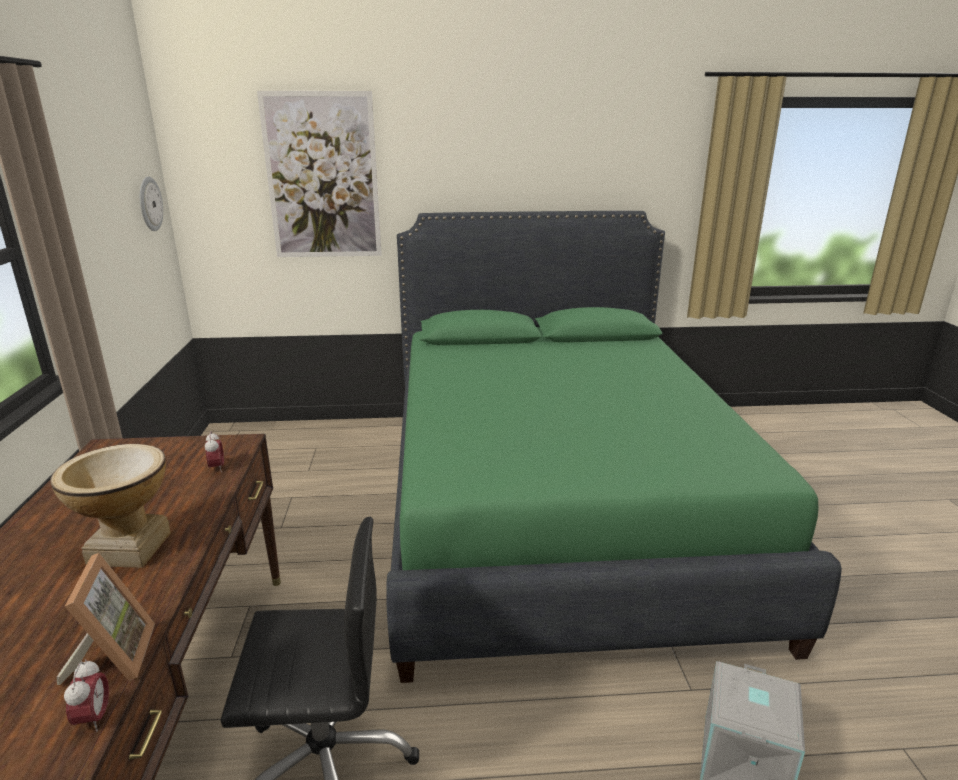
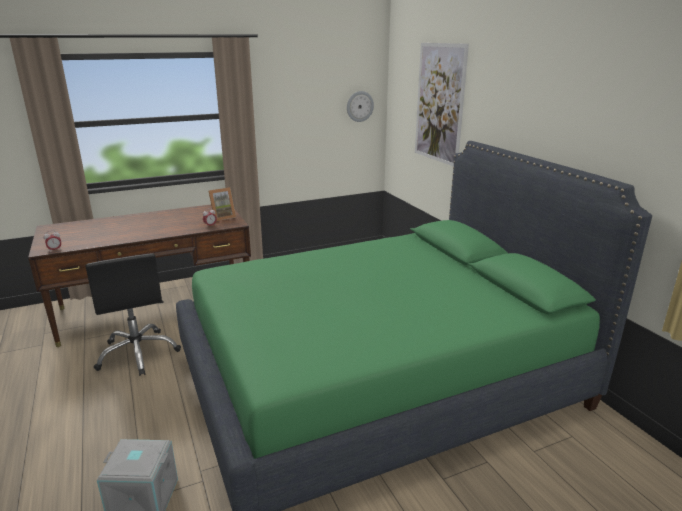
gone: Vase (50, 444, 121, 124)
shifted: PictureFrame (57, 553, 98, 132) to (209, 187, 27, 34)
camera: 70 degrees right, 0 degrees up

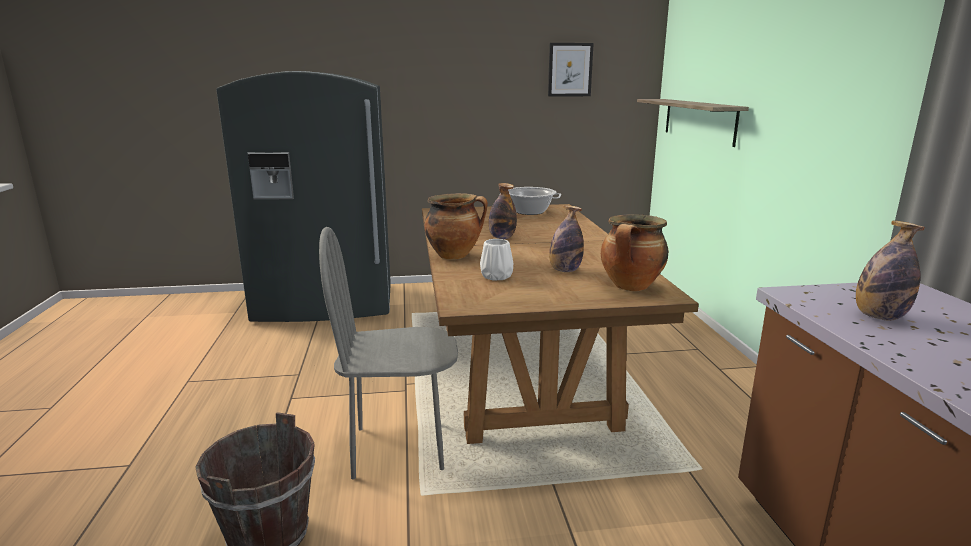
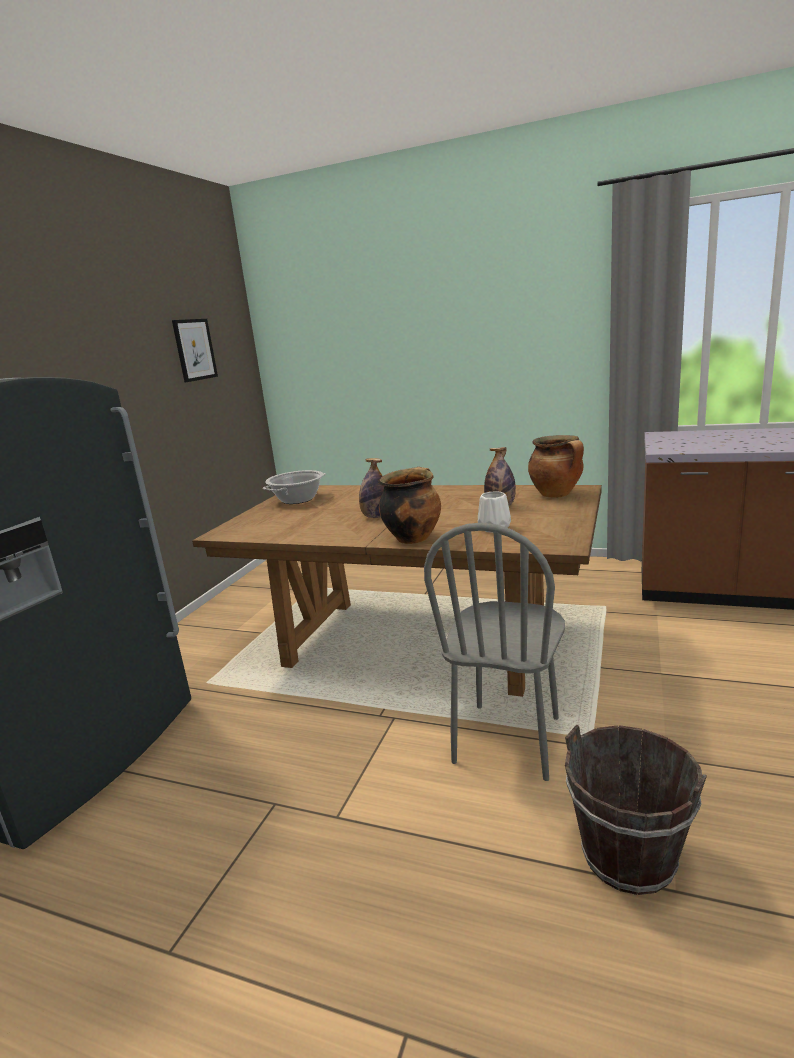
gone: Shelf (637, 99, 112, 48); Bottle (856, 220, 69, 100)
camera: 60 degrees left, 0 degrees up

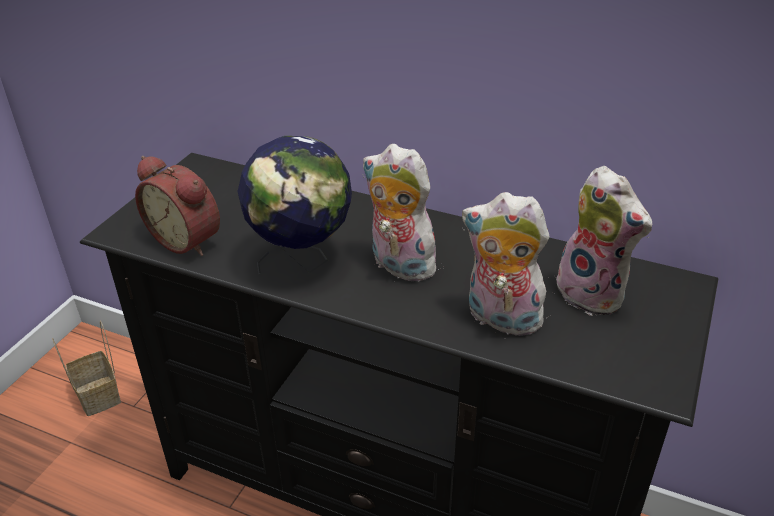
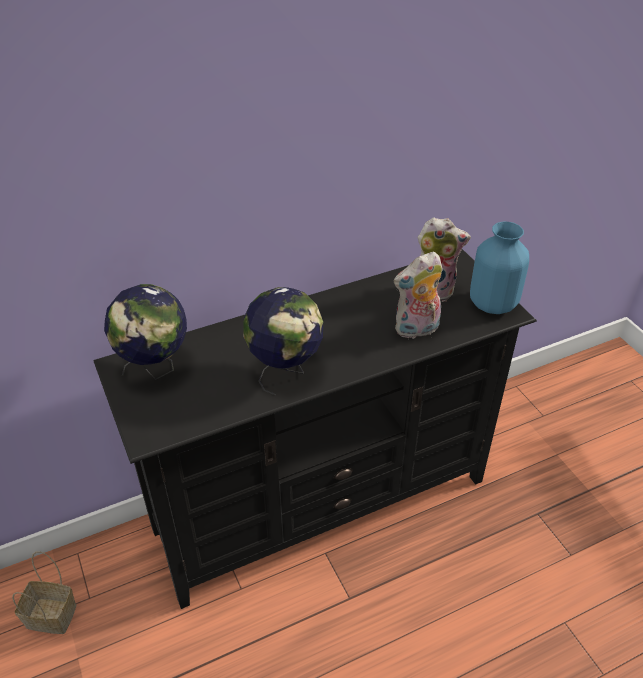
gone: PlushToy (363, 144, 76, 138); AlarmClock (135, 156, 85, 100)
new: BlueVase (470, 221, 59, 93); Globe (104, 284, 83, 96)
camera: 50 degrees left, 5 degrees up

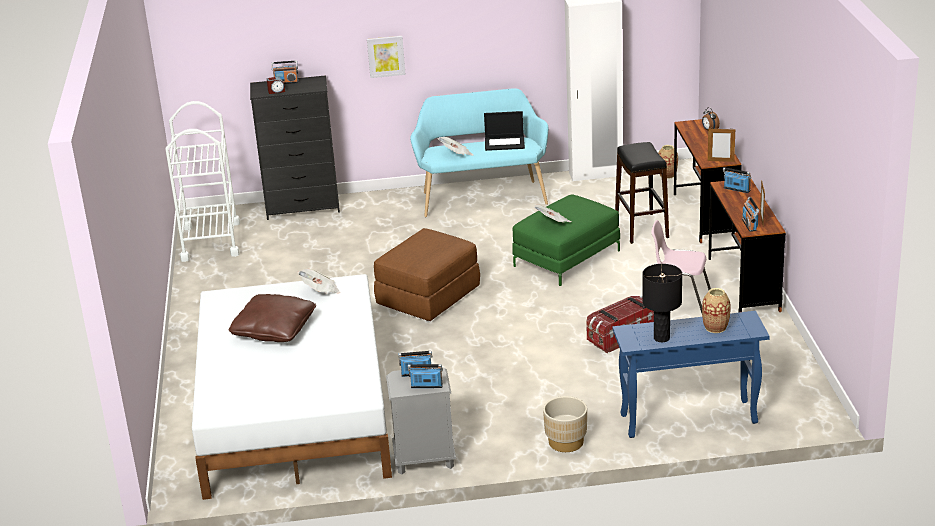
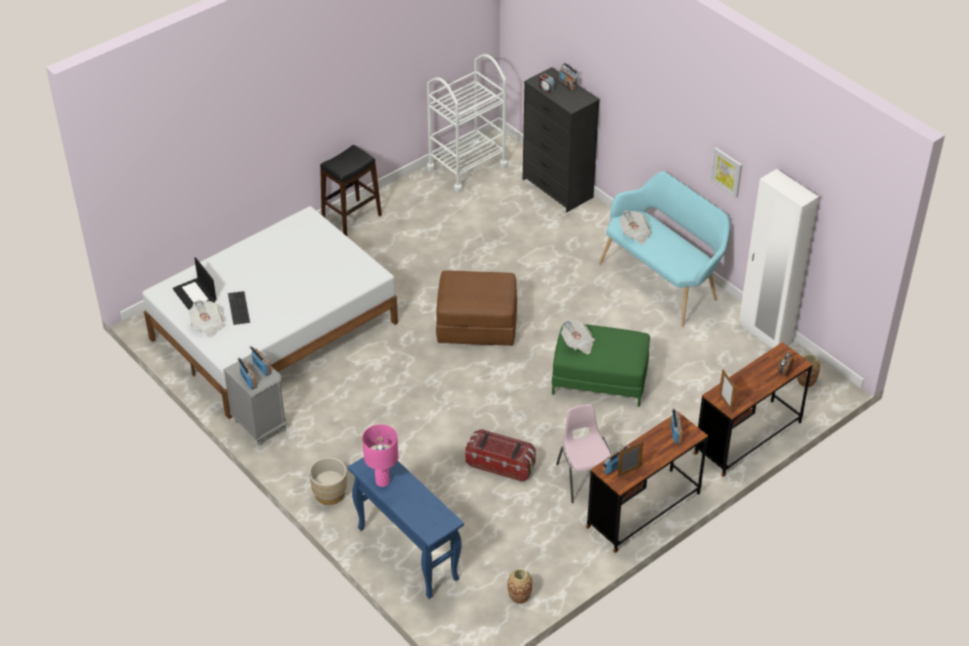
gone: BrownPillow (229, 294, 87, 48)
new: Keyboard (228, 291, 22, 34)
shifted: Picture (367, 36, 39, 42) to (710, 147, 32, 51); Laptop (484, 111, 41, 40) to (173, 257, 43, 53); BlackStool (615, 142, 54, 102) to (320, 145, 62, 91); Newspaper (297, 269, 43, 24) to (188, 300, 37, 38); Vase (702, 288, 29, 45) to (507, 568, 25, 36)
repainted: BlackTableLamp (642, 264, 40, 78) to PinkTableLamp (362, 424, 37, 63)
camera: 55 degrees right, 15 degrees up

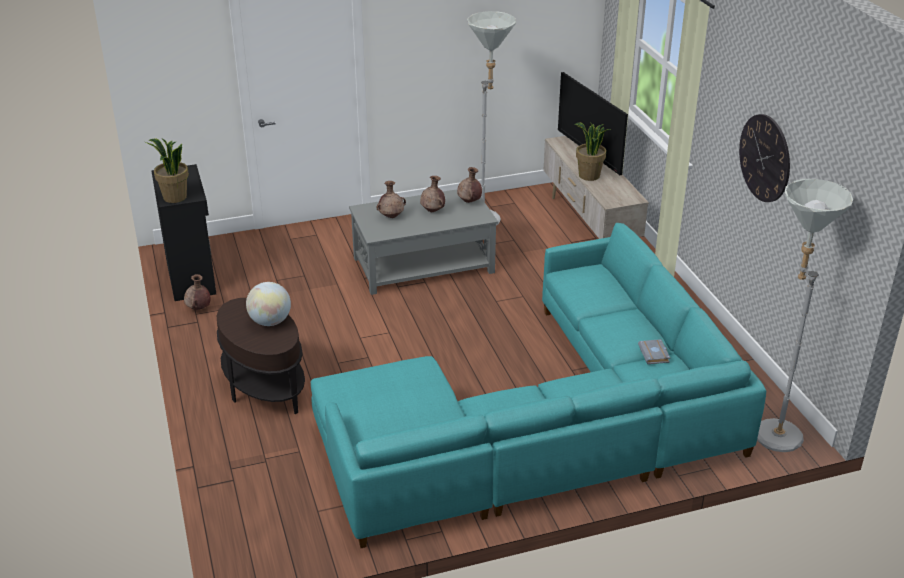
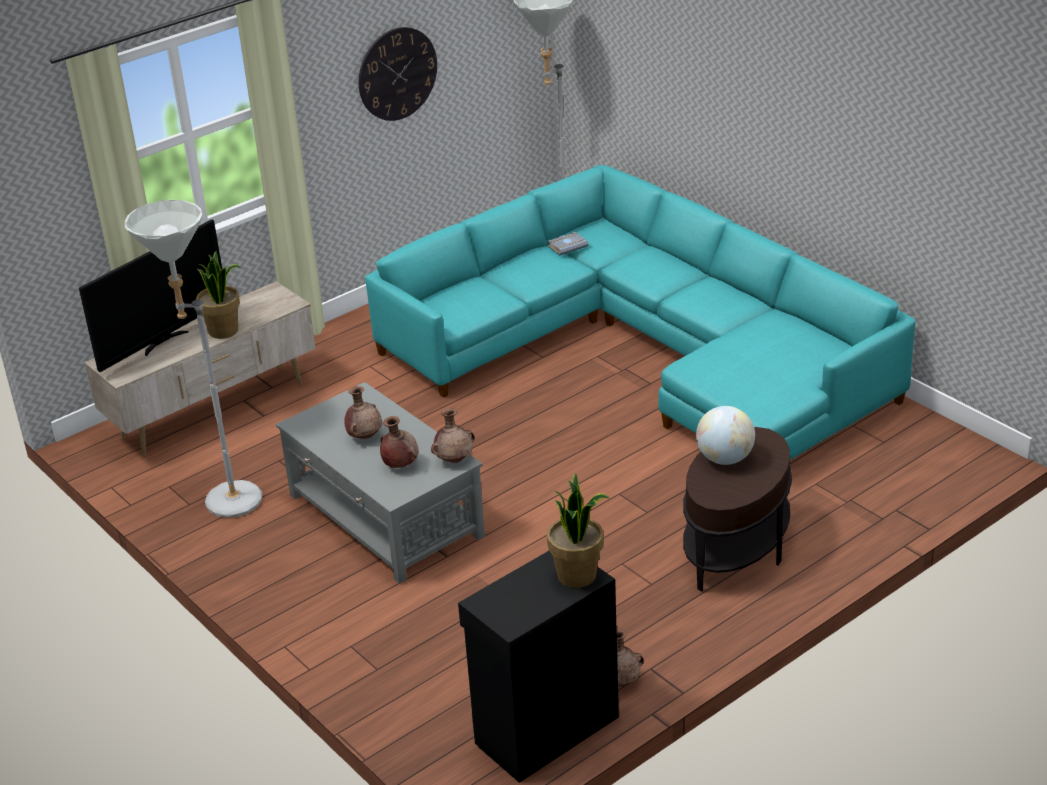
shifted: BrownVase (457, 167, 25, 36) to (431, 408, 44, 55)
camera: 110 degrees left, 0 degrees up

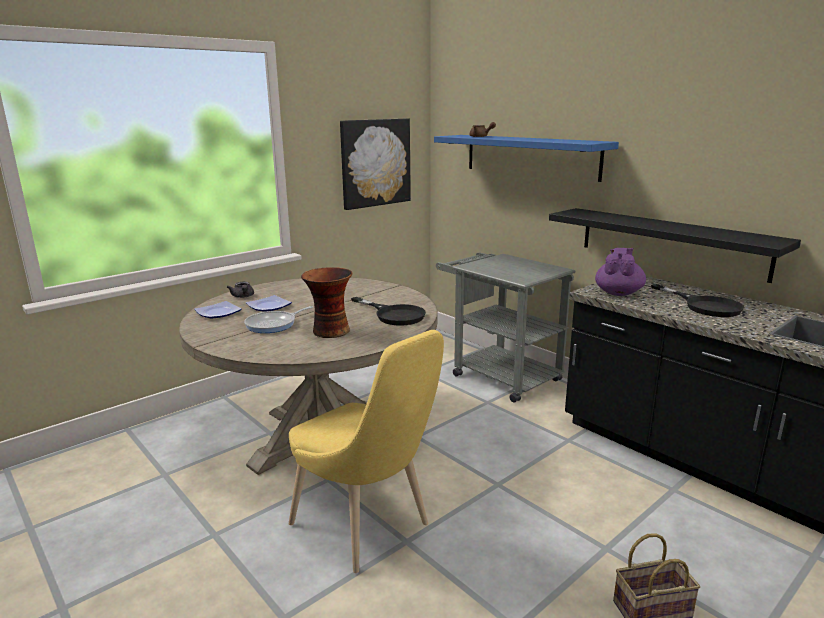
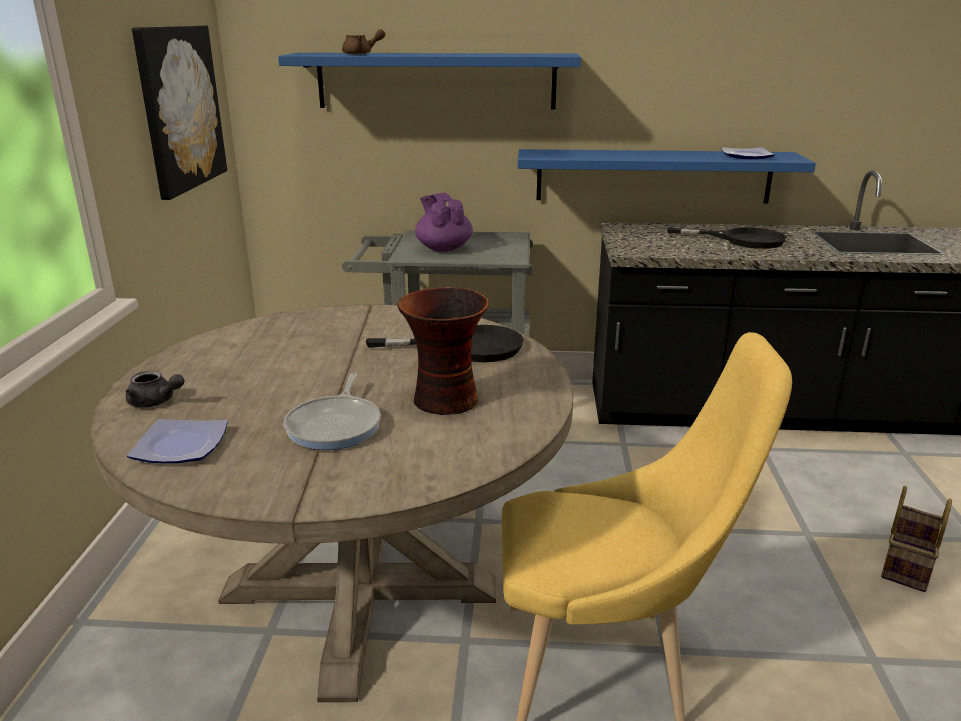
shifted: PurpleTeapot (595, 248, 51, 48) to (415, 193, 58, 59); Plate (246, 295, 46, 17) to (722, 147, 53, 12)
repainted: BlackShelf (549, 208, 252, 75) to BlueShelf (518, 149, 298, 55)
camera: 45 degrees left, 5 degrees up

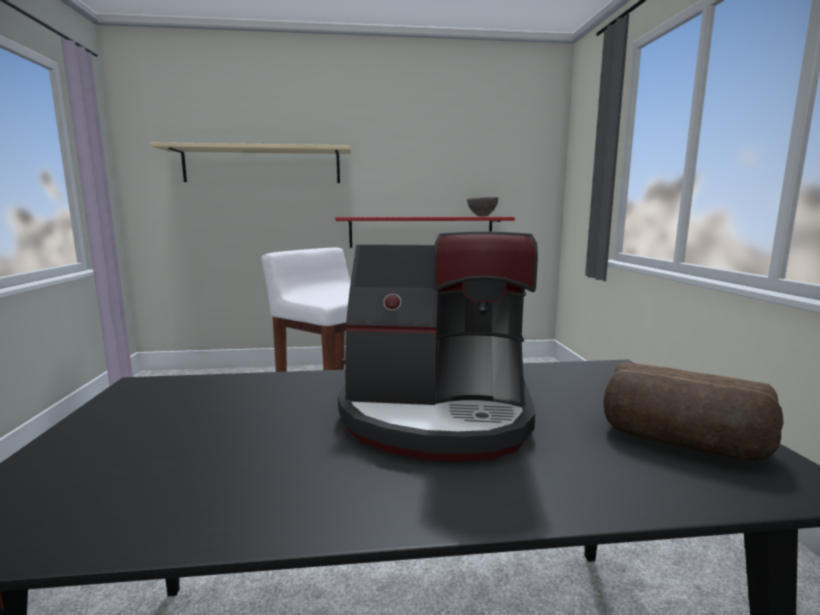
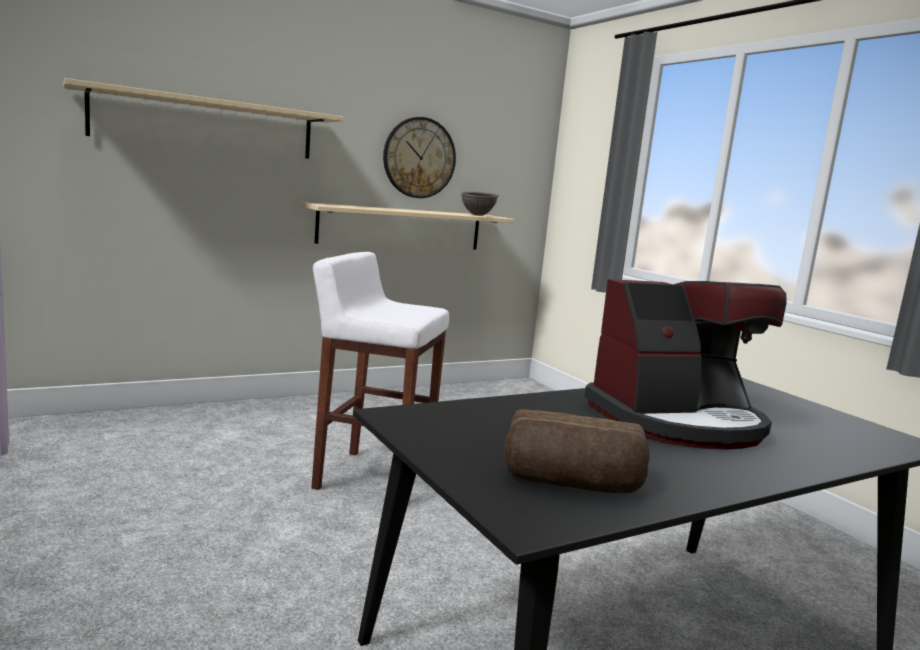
new: WallClock (383, 117, 73, 81)
shifted: Bread (603, 362, 181, 99) to (504, 409, 146, 84)
repainted: RedShelf (335, 217, 180, 31) to BeigeShelf (302, 202, 212, 48)
camera: 25 degrees left, 0 degrees up

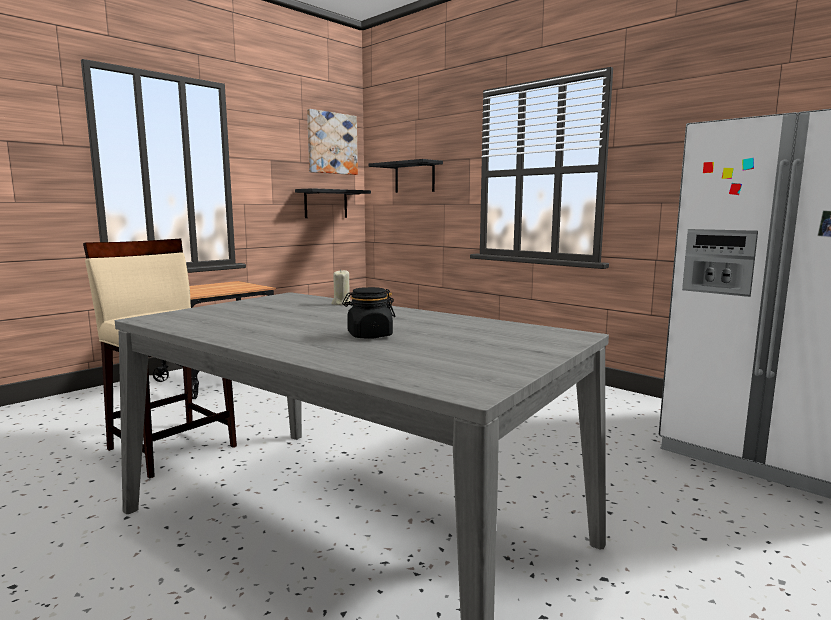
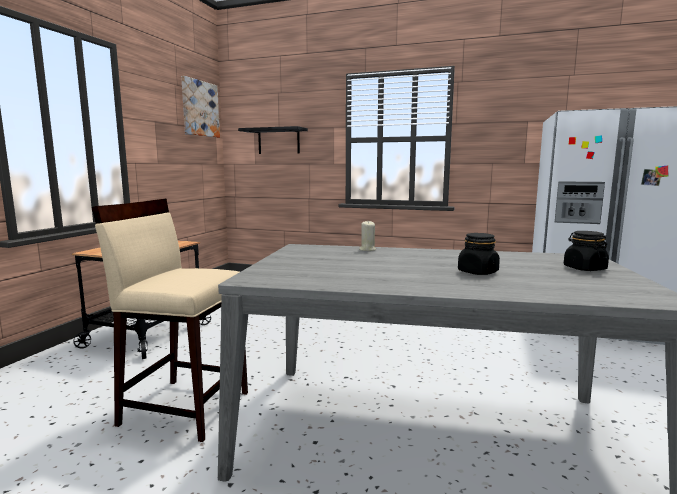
gone: BlackShelf (295, 188, 76, 30)
new: BlackJar (564, 231, 45, 40)
camera: 25 degrees left, 0 degrees up

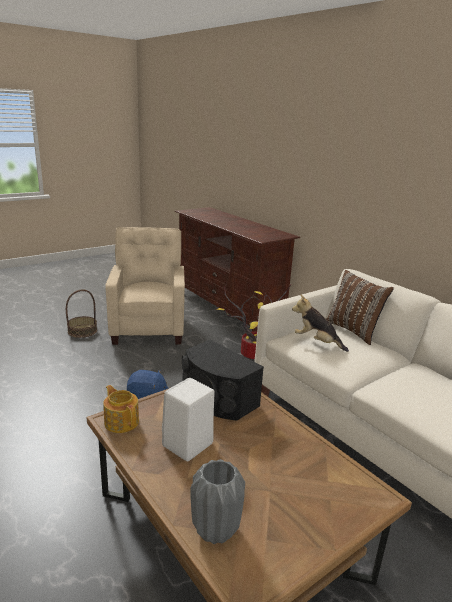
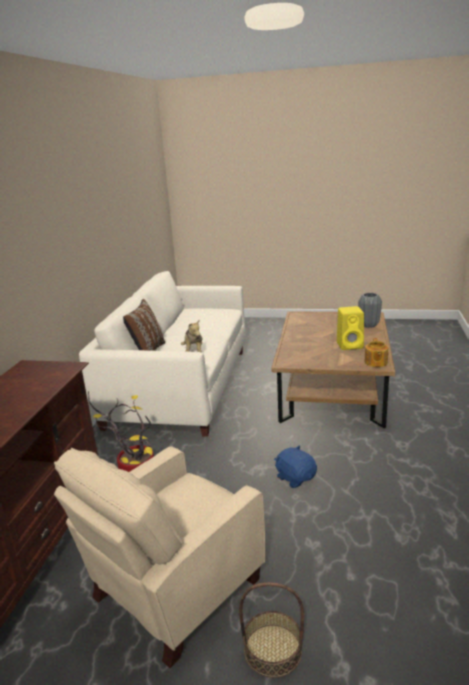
gone: BlackSpeaker (182, 340, 82, 81)
repainted: WhiteSpeaker (162, 378, 53, 83) to YellowSpeaker (337, 306, 27, 44)
camera: 130 degrees left, 0 degrees up

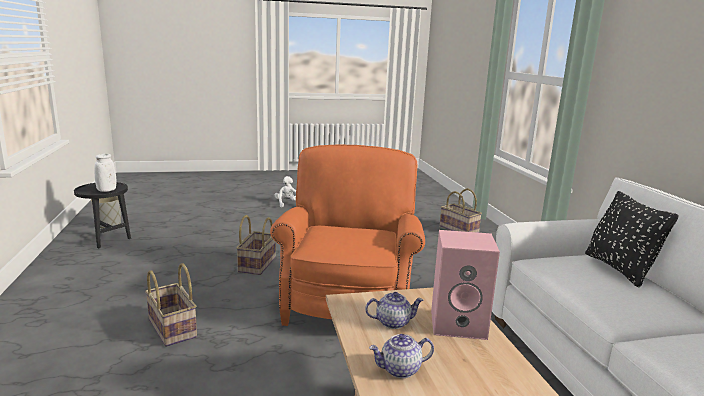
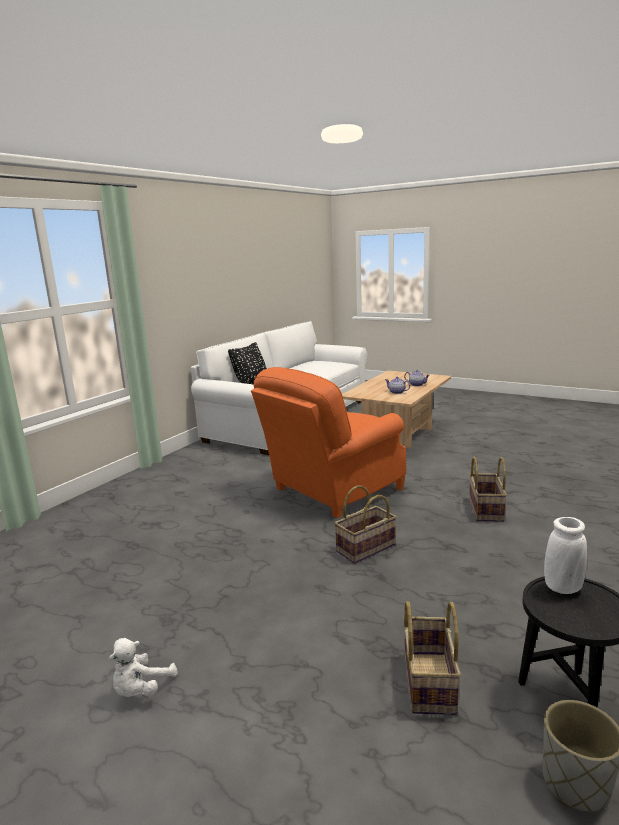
gone: PinkSpeaker (431, 230, 69, 110)
shifted: Basket (440, 188, 42, 45) to (403, 601, 58, 114)
camera: 135 degrees left, 0 degrees up

